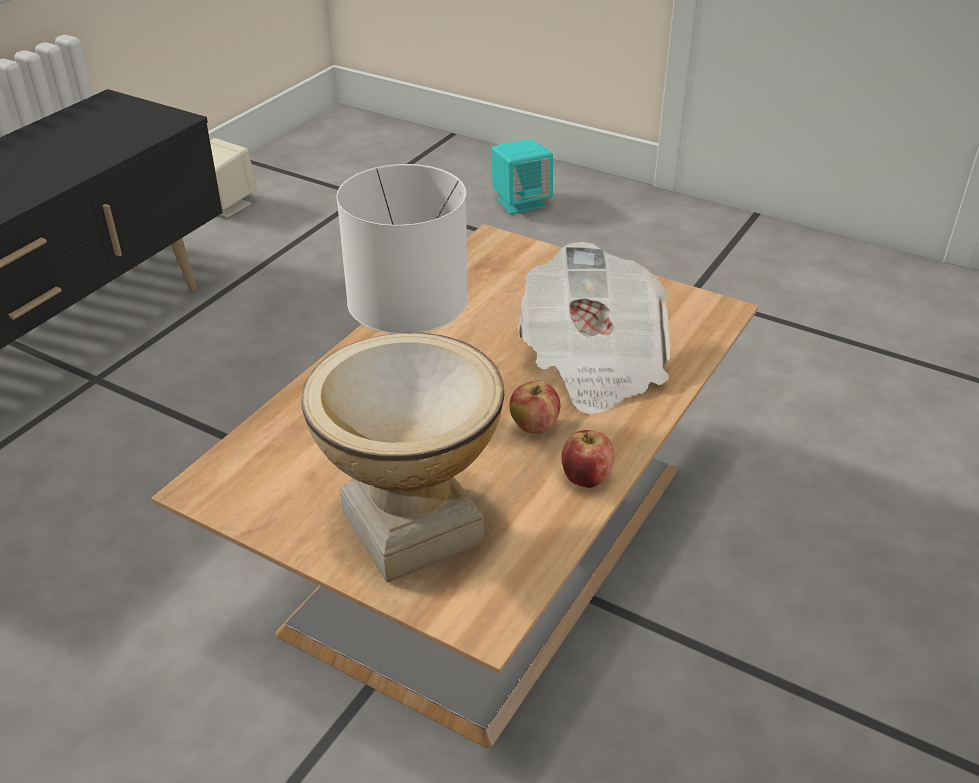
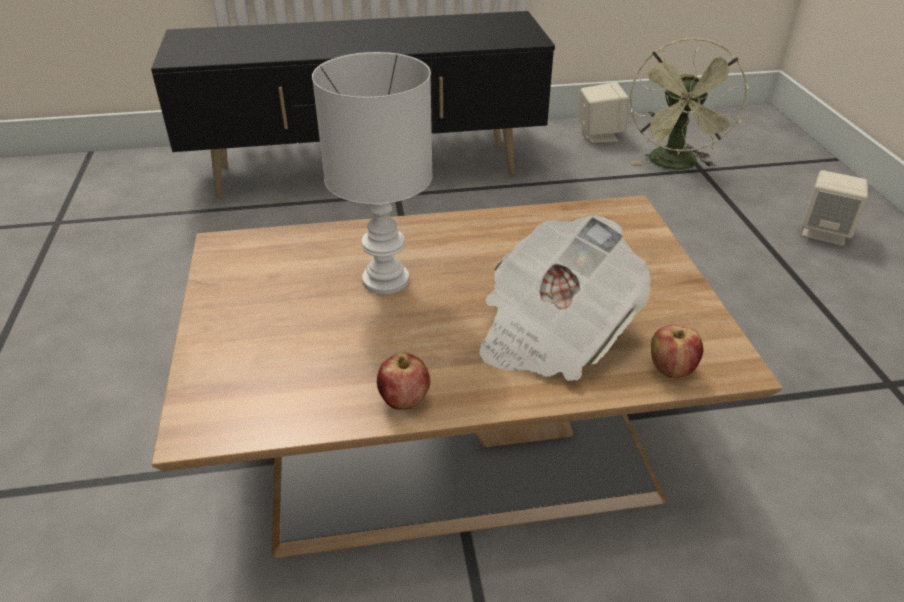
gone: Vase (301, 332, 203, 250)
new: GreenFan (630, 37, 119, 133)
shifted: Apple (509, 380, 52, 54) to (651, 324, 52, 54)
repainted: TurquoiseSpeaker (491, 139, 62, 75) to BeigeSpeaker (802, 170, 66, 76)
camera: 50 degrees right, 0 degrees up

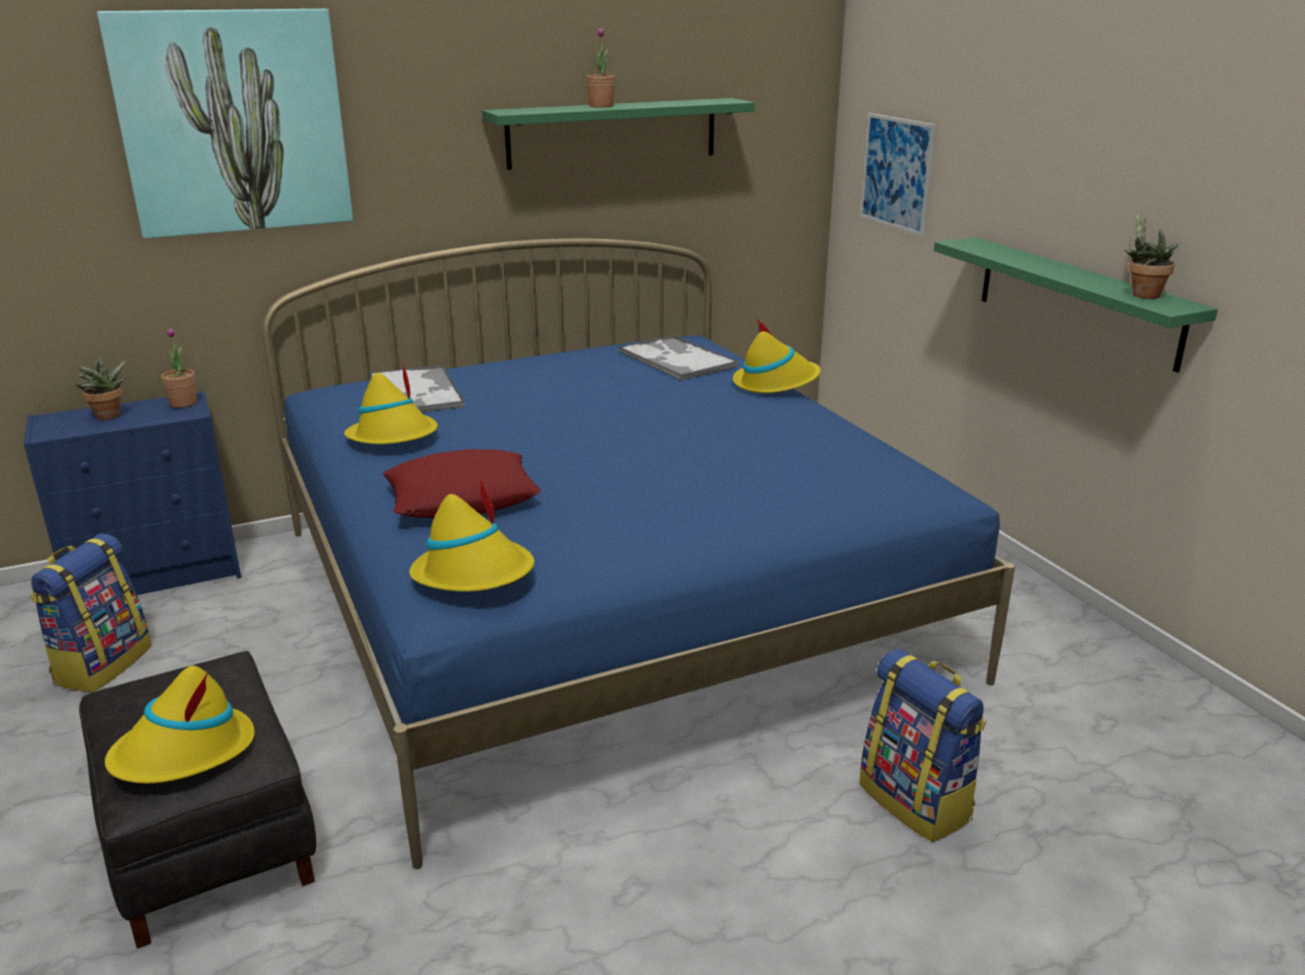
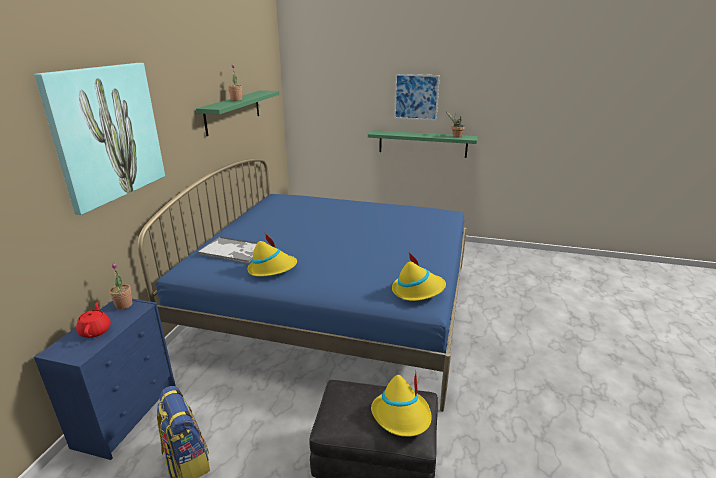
gone: YellowHat (733, 318, 88, 75); Tray (619, 335, 119, 46); RedPillow (383, 449, 158, 69); Backpack (859, 649, 127, 193)
shifted: Picture (860, 113, 76, 123) to (394, 74, 46, 47)
swapped: PottedPlant (75, 355, 52, 65) to RedTeapot (76, 302, 35, 36)
camera: 50 degrees left, 0 degrees up

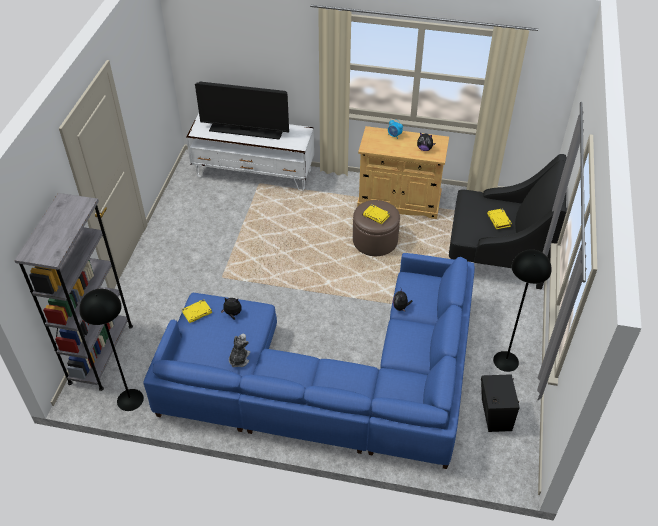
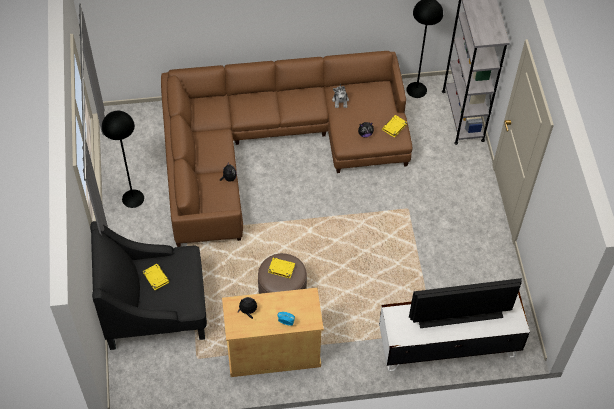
gone: BlackSpeaker (481, 374, 39, 58)
repainted: BlueSofa (143, 253, 332, 216) to BrownSofa (161, 51, 251, 196)
camera: 160 degrees right, 10 degrees up

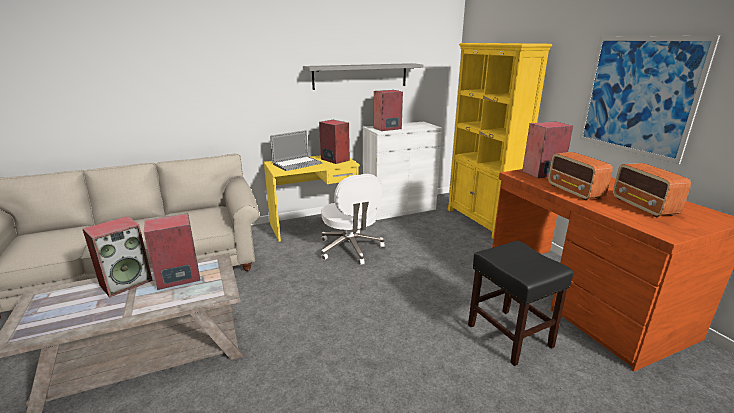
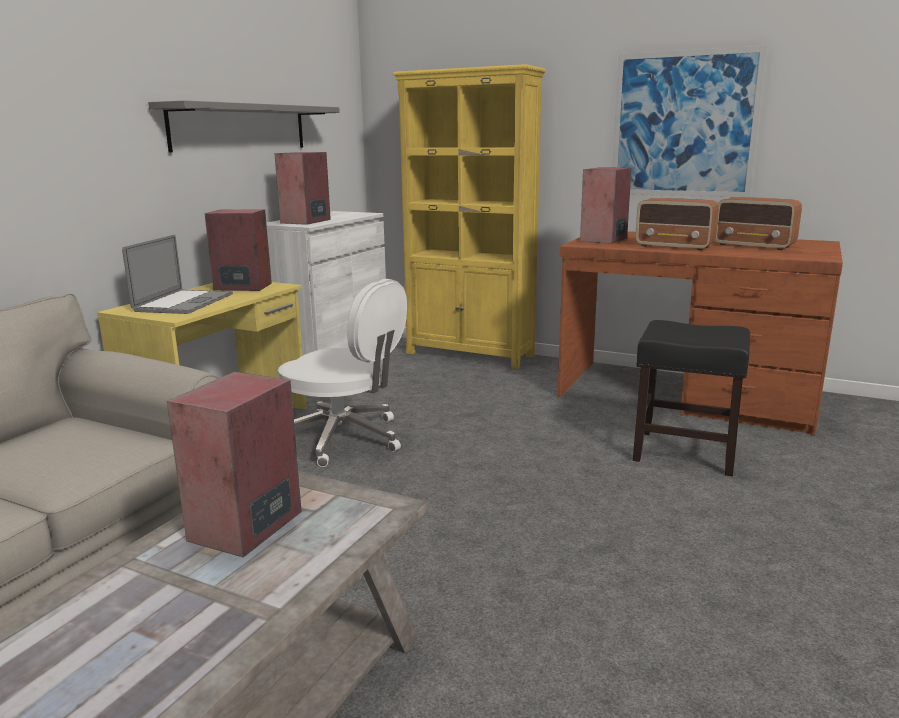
gone: Speaker (83, 216, 70, 82)
camera: 40 degrees left, 5 degrees down

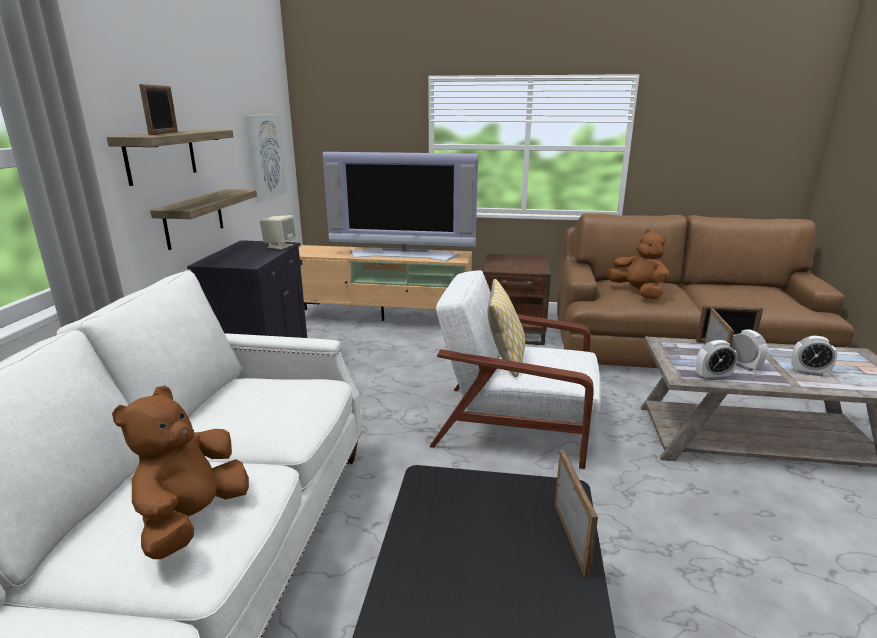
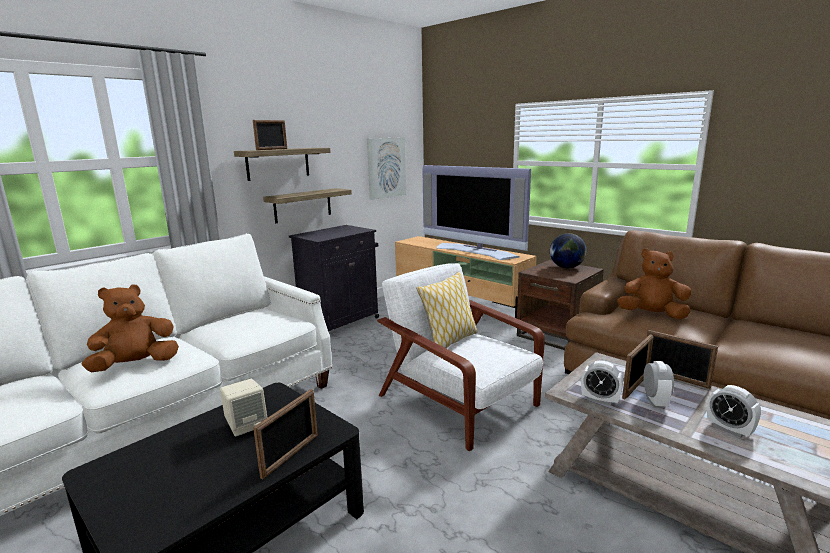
new: Globe (550, 233, 37, 35)
shifted: BeigeSpeaker (260, 215, 36, 34) to (220, 379, 47, 58)
rotated: BrownPlushToy (607, 229, 62, 70) = (617, 249, 74, 71) 75 degrees counterclockwise
camera: 35 degrees right, 5 degrees down

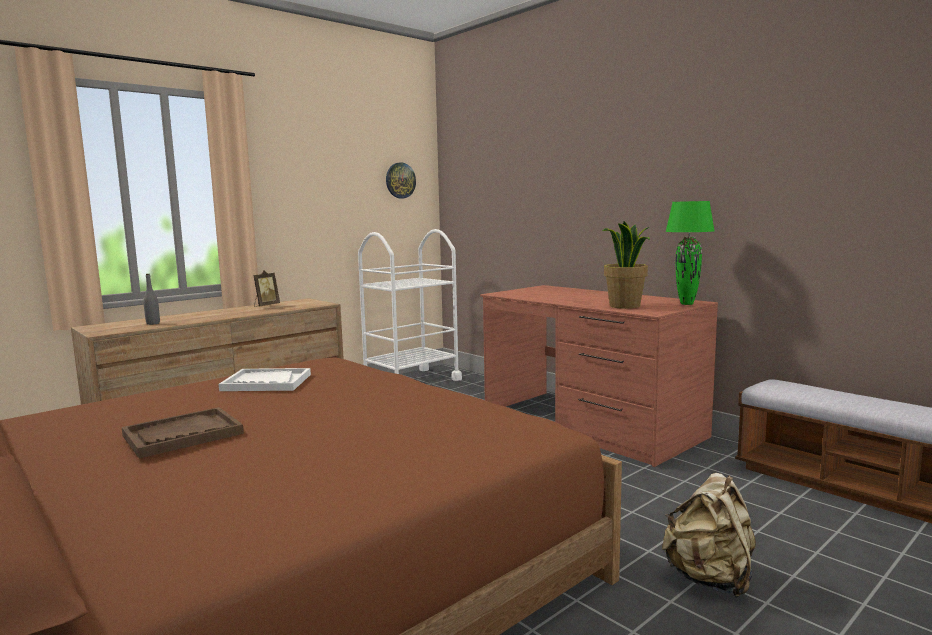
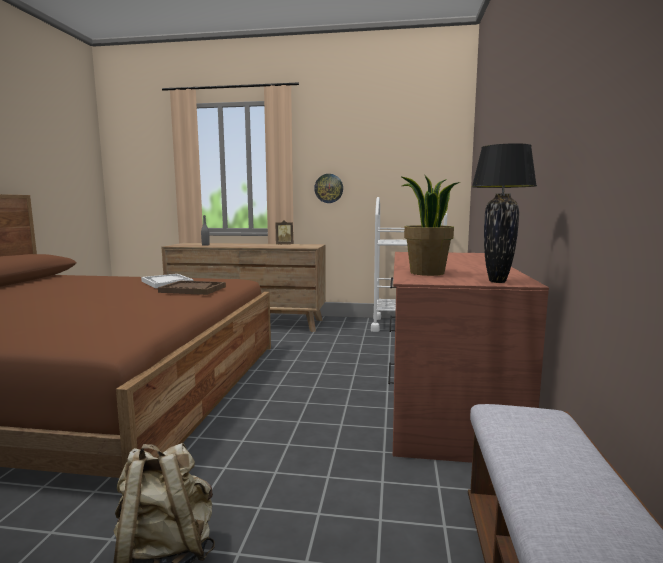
shifted: WallClock (386, 162, 30, 37) to (314, 174, 29, 29); BrownTray (122, 407, 122, 51) to (158, 280, 68, 15)
repainted: GreenTableLamp (665, 201, 49, 104) to BlackTableLamp (472, 143, 65, 140)
camera: 50 degrees right, 0 degrees up

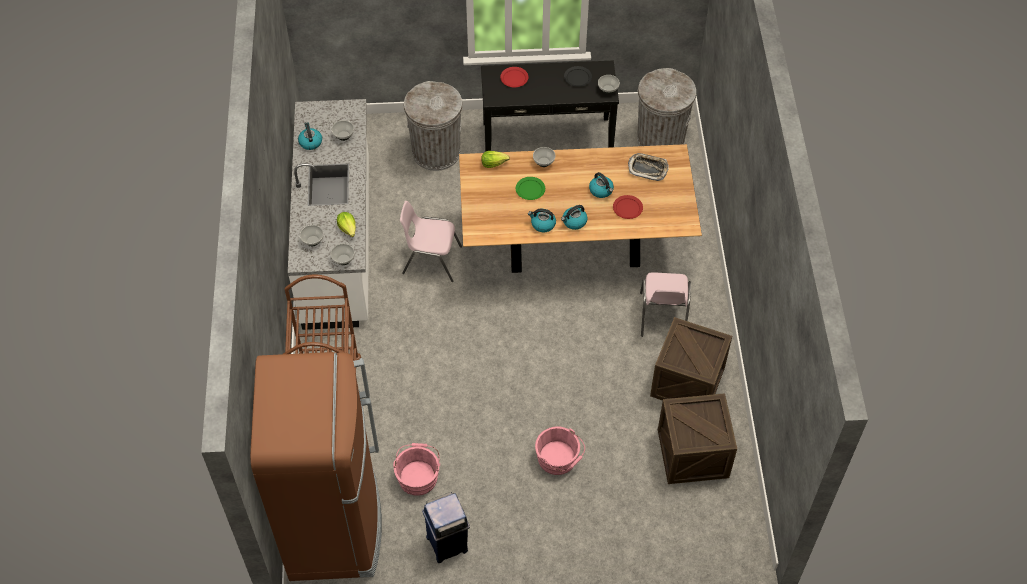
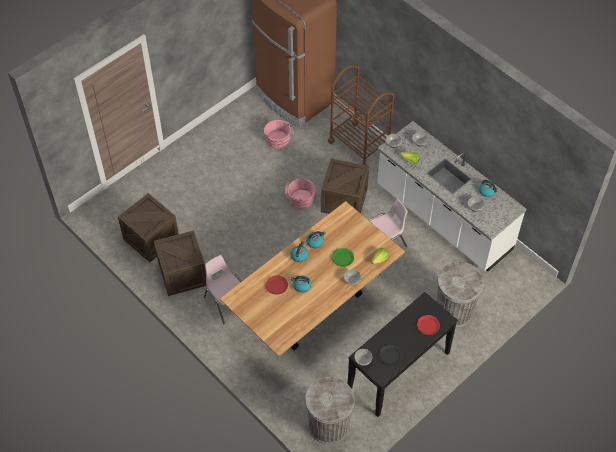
gone: Tray (628, 153, 41, 28); BlueTrashCan (422, 492, 48, 71)
new: Crate (321, 158, 48, 56)
shifted: PinkBucket (535, 426, 50, 49) to (285, 177, 31, 32)
camera: 140 degrees right, 0 degrees up

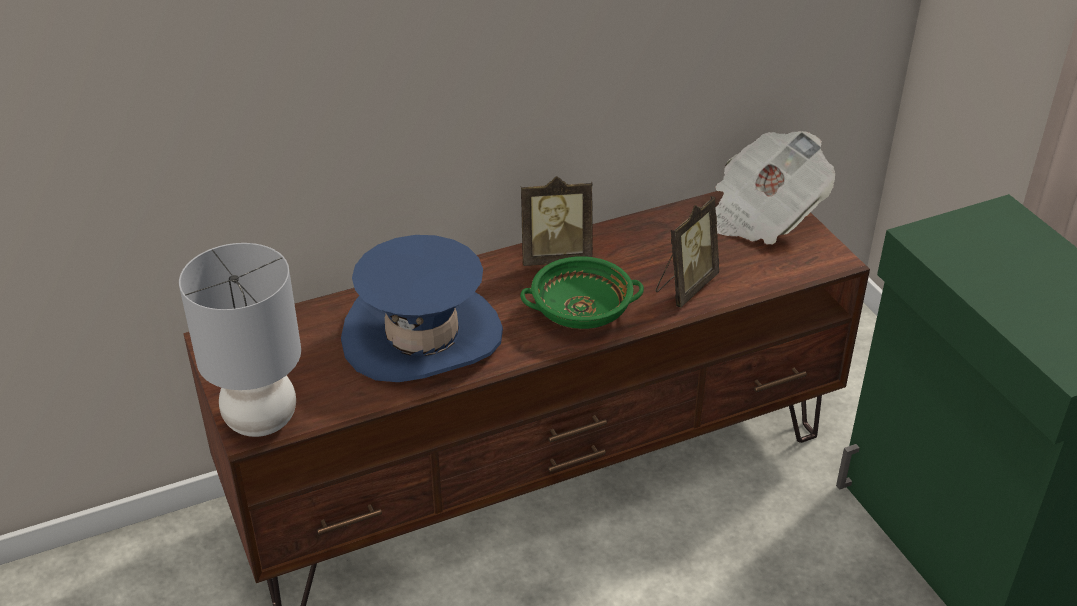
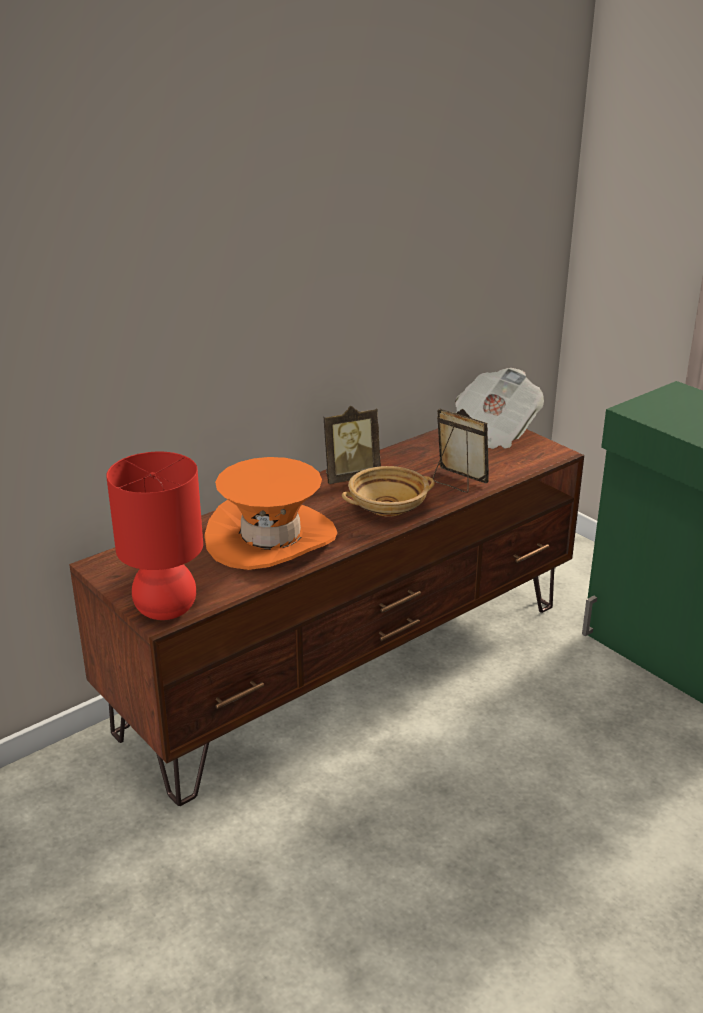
repainted: BlueHat (341, 235, 162, 147) to OrangeHat (205, 457, 132, 113); GreyTableLamp (179, 243, 122, 194) to RedTableLamp (106, 452, 97, 168); GreenBowl (520, 256, 124, 73) to BeigeBowl (342, 466, 93, 51)
rotated: PictureFrame (656, 196, 63, 112) = (433, 409, 56, 84) 75 degrees counterclockwise
camera: 15 degrees left, 10 degrees down

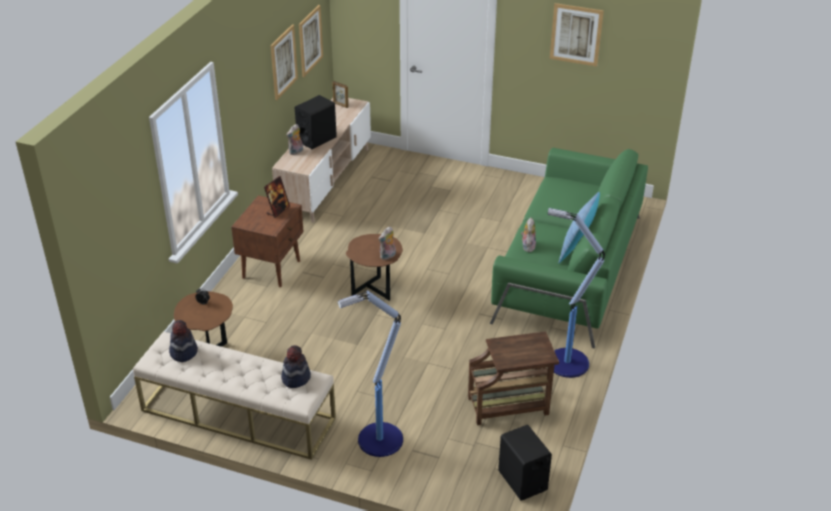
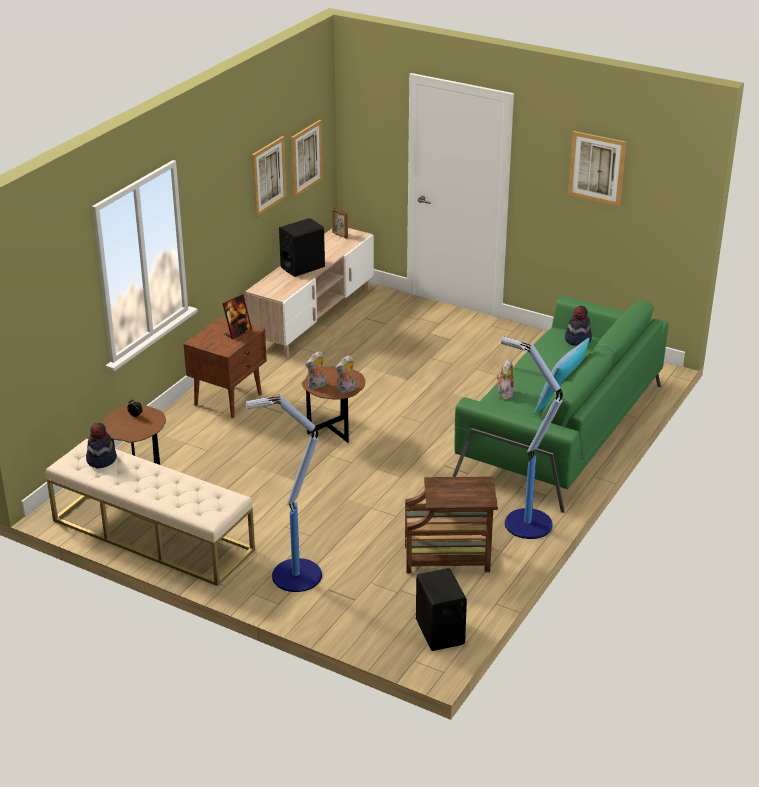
shifted: PlushToy (286, 124, 17, 31) to (305, 351, 21, 38); Hat (281, 345, 30, 43) to (565, 306, 27, 40)
camera: 10 degrees right, 5 degrees down

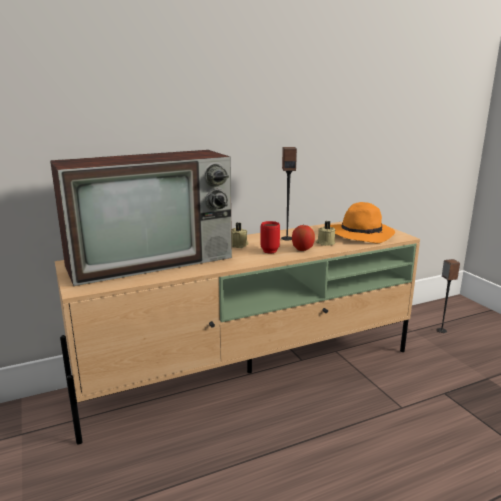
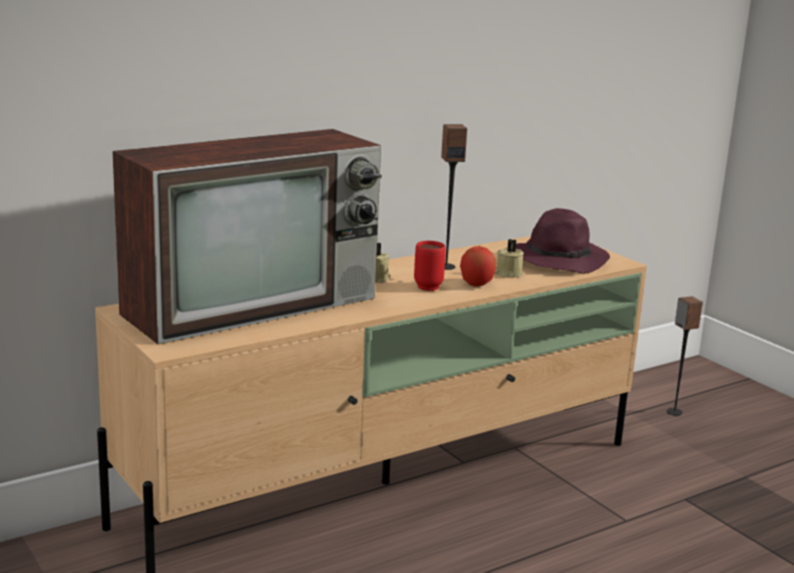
repainted: OrangeHat (330, 202, 65, 42) to PurpleHat (516, 208, 94, 66)
camera: 10 degrees left, 0 degrees up

